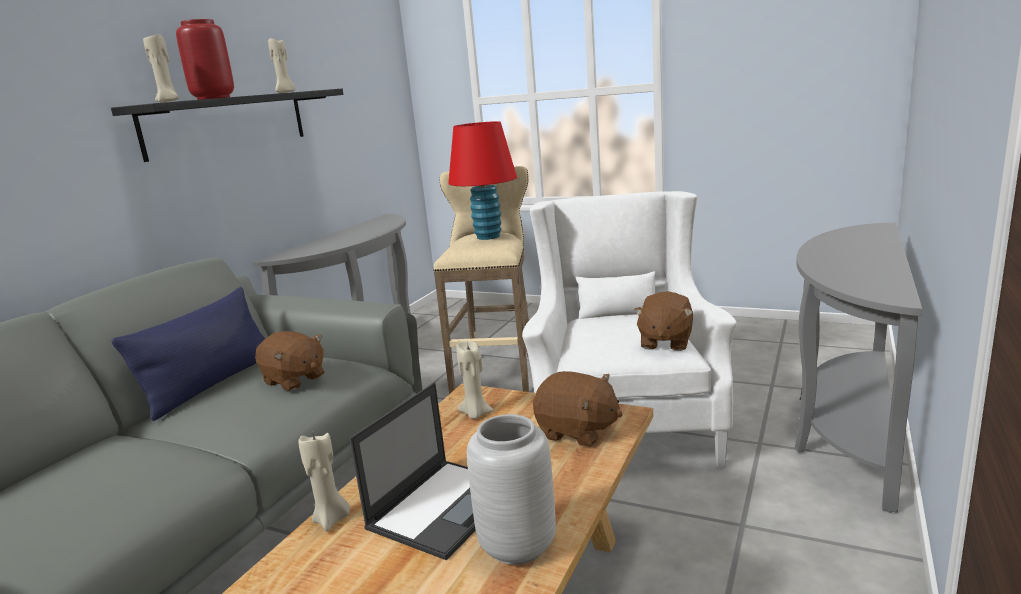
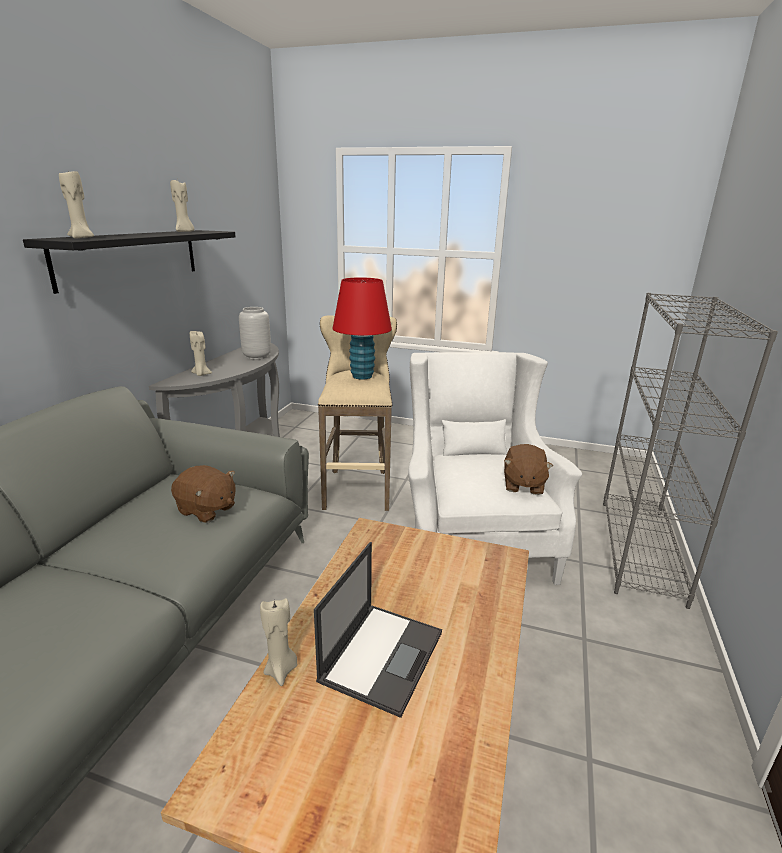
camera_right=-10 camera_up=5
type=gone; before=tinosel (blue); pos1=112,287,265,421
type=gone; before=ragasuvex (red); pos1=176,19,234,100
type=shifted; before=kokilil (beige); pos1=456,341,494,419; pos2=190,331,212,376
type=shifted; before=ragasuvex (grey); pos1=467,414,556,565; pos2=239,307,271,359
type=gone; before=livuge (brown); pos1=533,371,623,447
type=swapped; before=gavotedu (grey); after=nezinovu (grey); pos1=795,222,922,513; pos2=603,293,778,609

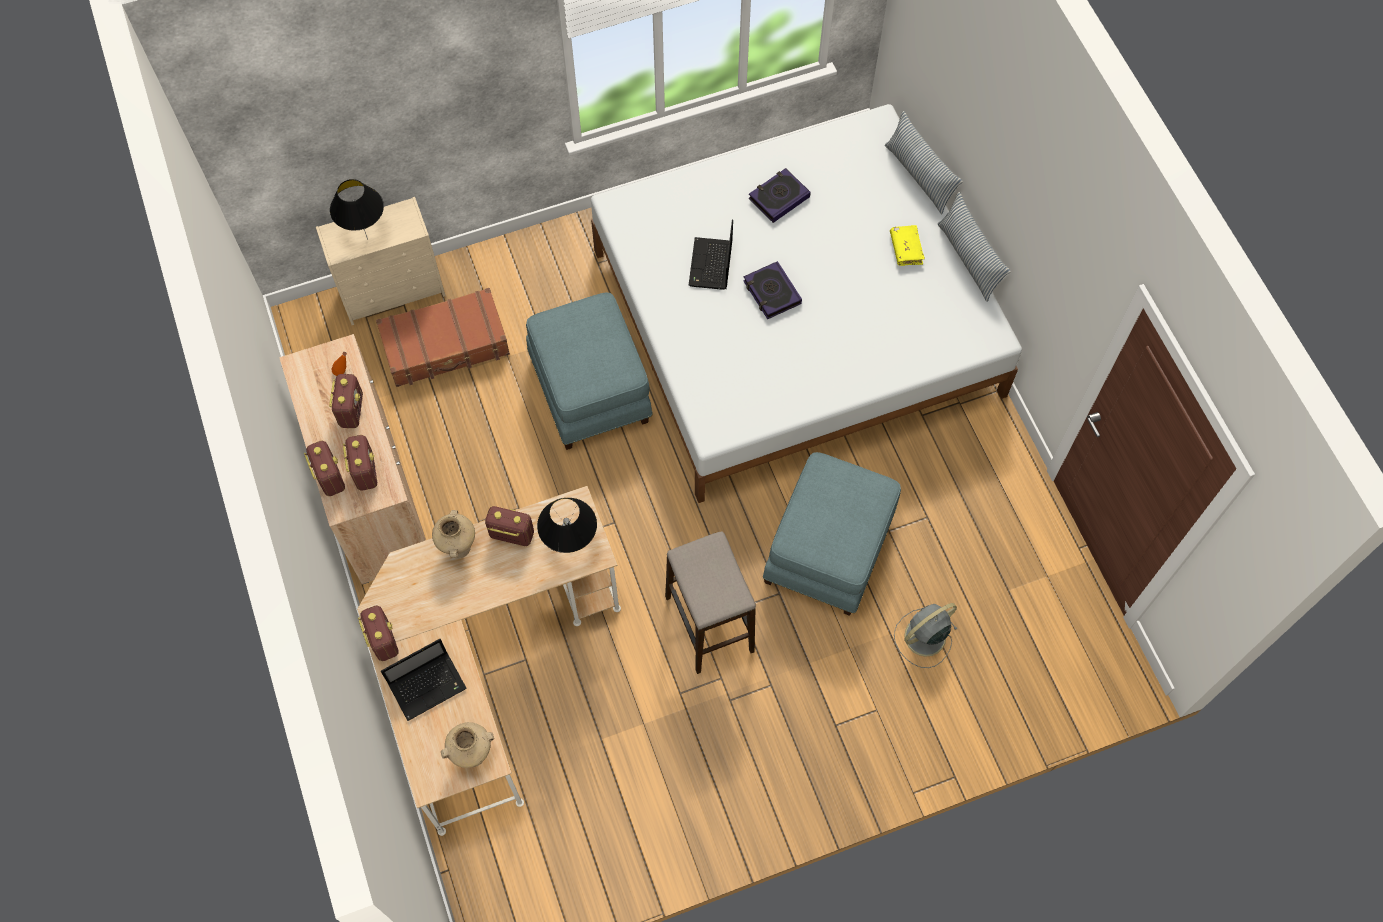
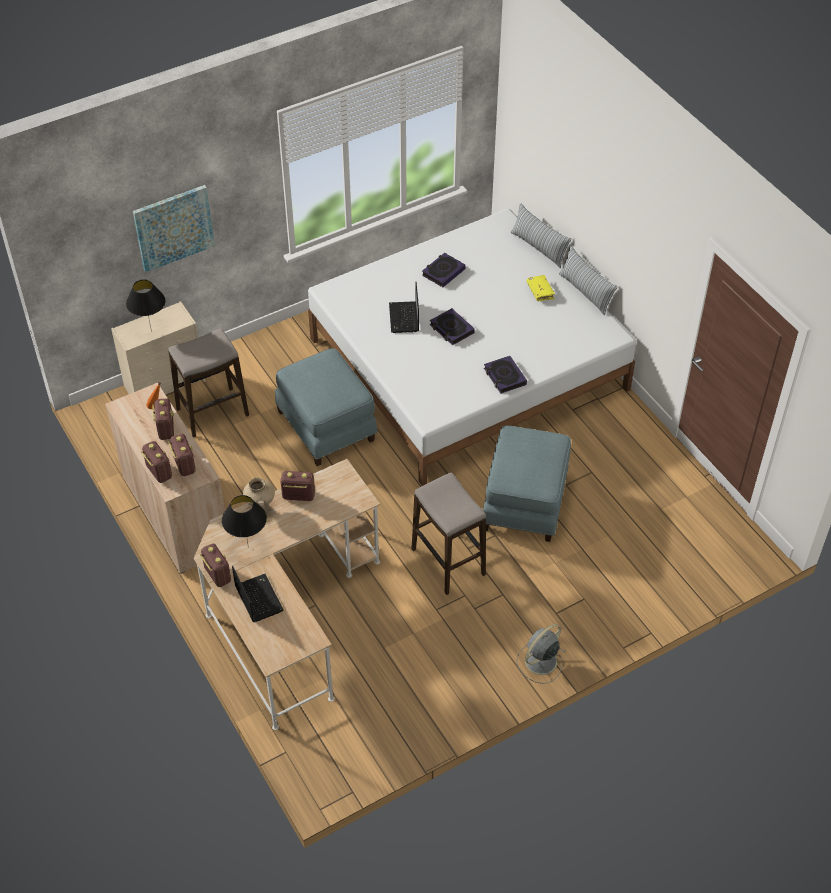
camera_right=-10 camera_up=-15
type=swapped; before=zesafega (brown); after=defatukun; pos1=376,288,510,387; pos2=168,328,249,437
type=rotated; before=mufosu; pos1=381,639,467,721; pos2=232,566,283,622; turn=-75
type=gone; before=ragasuvex (beige); pos1=441,722,494,768
type=shifted; before=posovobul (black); pos1=537,498,597,553; pos2=222,495,267,547
type=shifted; before=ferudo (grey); pos1=894,603,958,668; pos2=516,624,565,684
type=new; after=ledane; pos2=133,185,215,272
type=new; after=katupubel; pos2=484,356,527,394

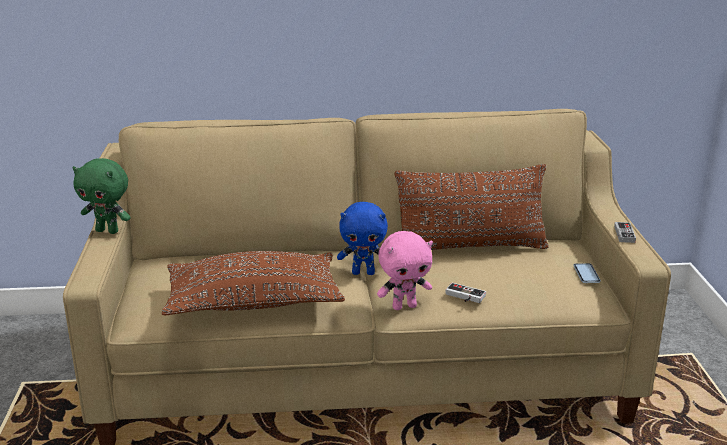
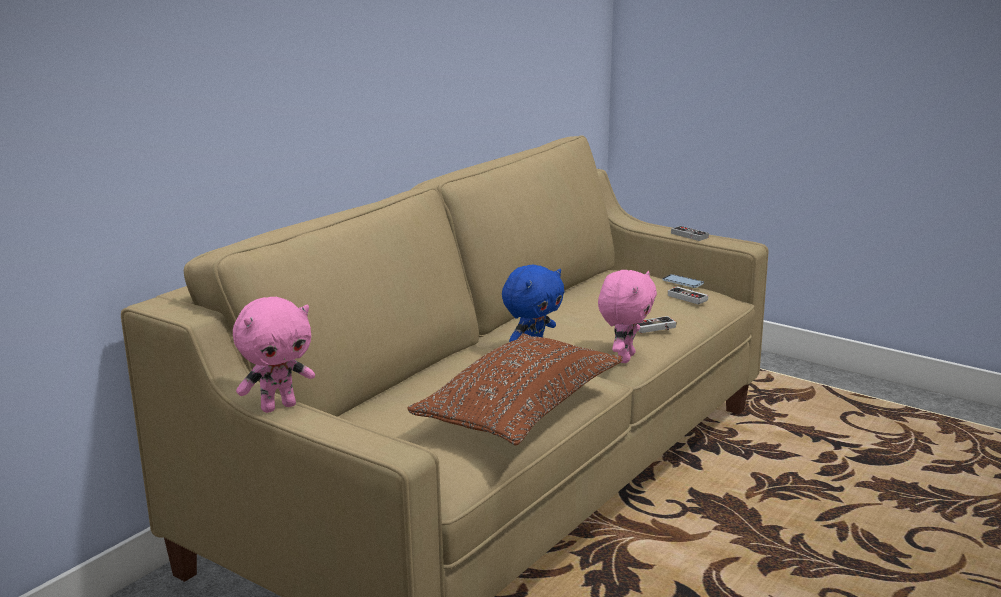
camera_right=-50 camera_up=-5
type=repainted; before=livuge (green); after=livuge (pink); pos1=72,158,131,234; pos2=233,297,315,413
type=gone; before=tinosel (brown); pos1=395,164,549,250
type=new; after=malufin; pos2=668,286,708,305

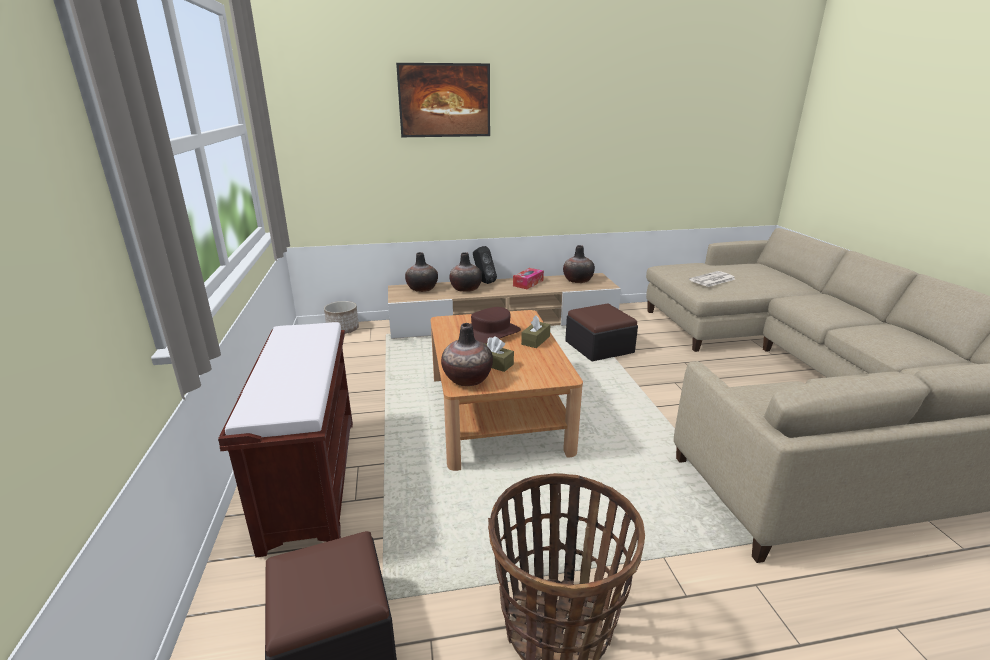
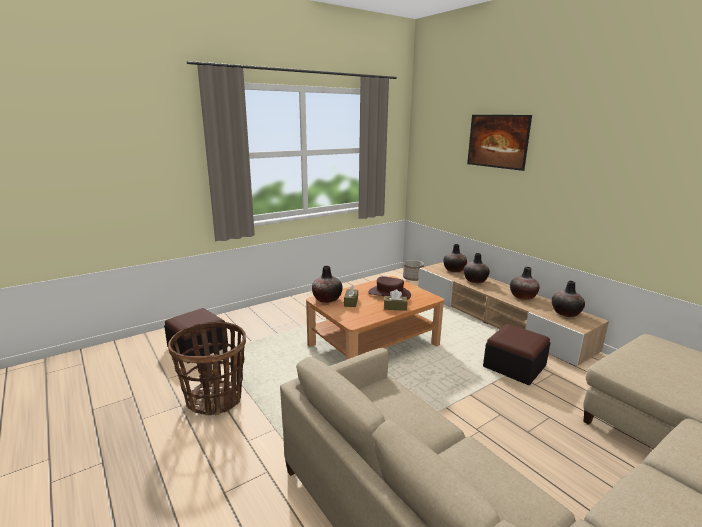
camera_right=65 camera_up=-5
type=gone; before=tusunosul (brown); pos1=218,322,353,558
type=gone; before=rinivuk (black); pos1=473,246,497,284
type=swapped; before=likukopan; after=ragasuvex; pos1=513,268,544,289; pos2=510,267,539,300
type=gone; before=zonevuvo; pos1=689,271,735,287

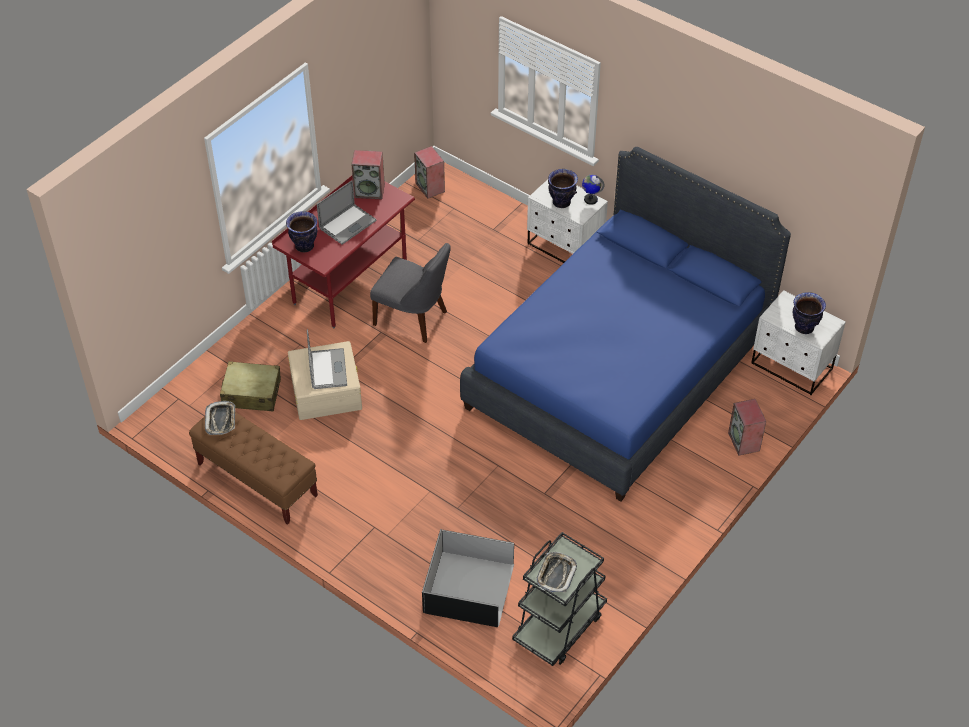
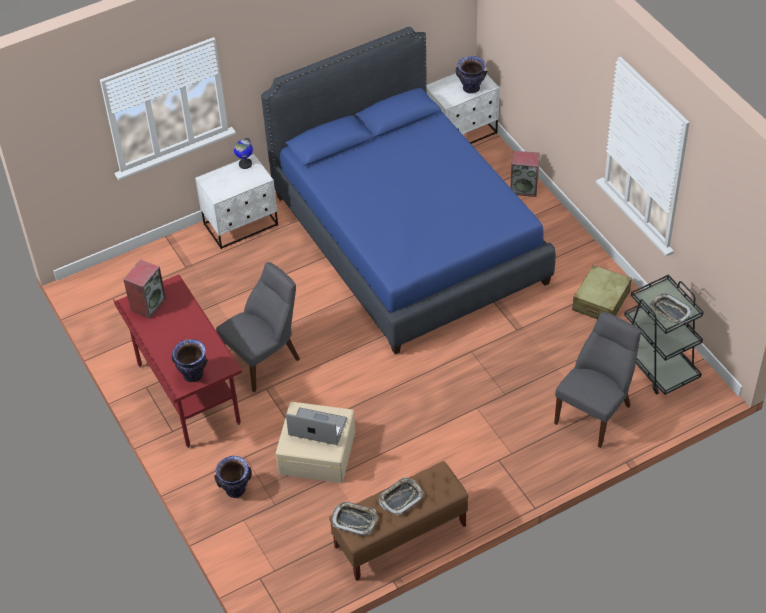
camera_right=-65 camera_up=0
type=shifted; before=zesafega (beige); pos1=220,361,281,412; pos2=572,265,632,319
type=gone; before=mufosu; pos1=317,181,377,245
type=gone; before=rinivuk; pos1=414,146,445,198
type=swapped; before=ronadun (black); after=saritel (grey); pos1=422,529,514,627; pos2=554,312,641,448
type=shifted; before=ragasuvex; pos1=548,169,578,208; pos2=214,456,252,498
type=new; after=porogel; pos2=379,477,424,515

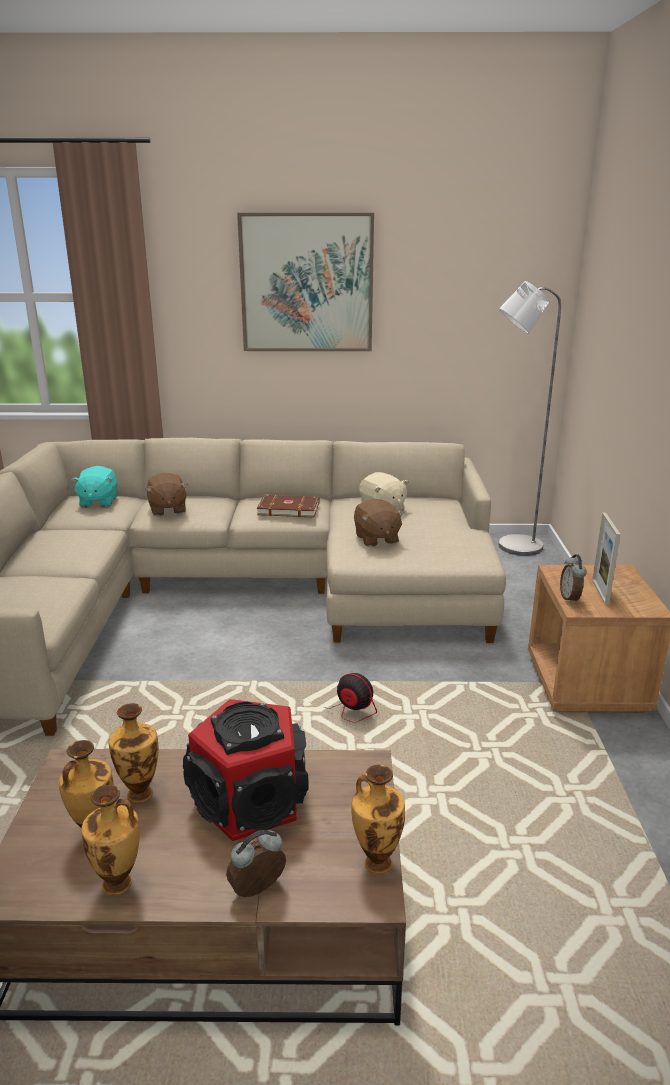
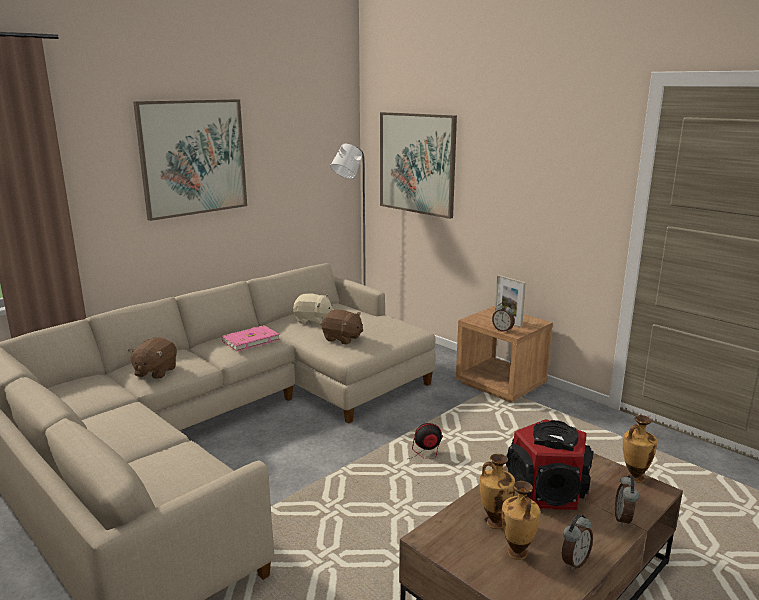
camera_right=-45 camera_up=-5
type=gone; before=livuge (turquoise); pos1=71,466,117,508
type=swapped; before=ragasuvex; after=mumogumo; pos1=81,785,140,895; pos2=562,514,593,570
type=rotated; before=livuge (brown); pos1=145,473,188,516; pos2=128,337,177,379; turn=75
type=repainted; before=katupubel (brown); after=katupubel (pink); pos1=257,495,319,518; pos2=221,325,280,351
type=new; after=ledane; pos2=380,112,457,219

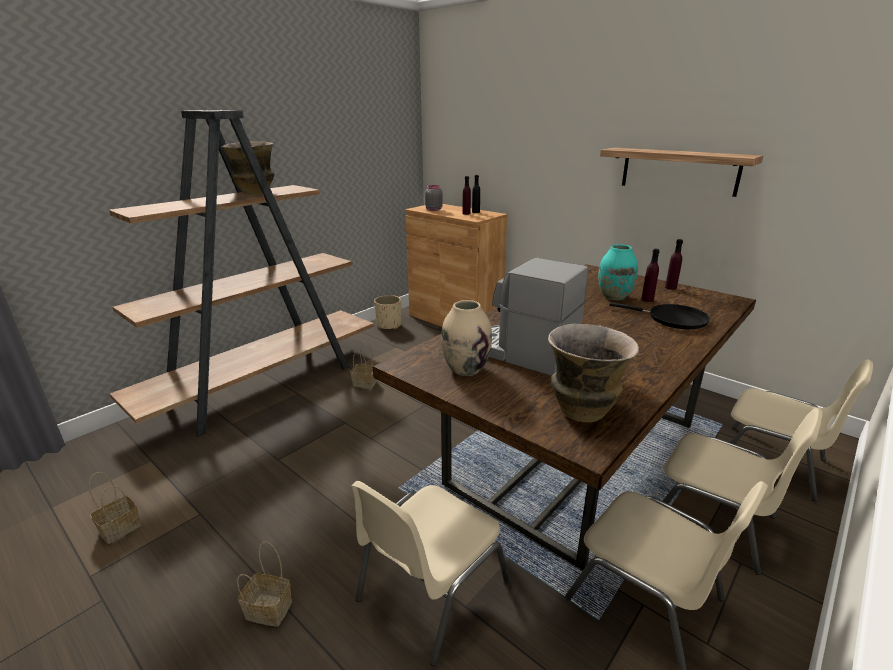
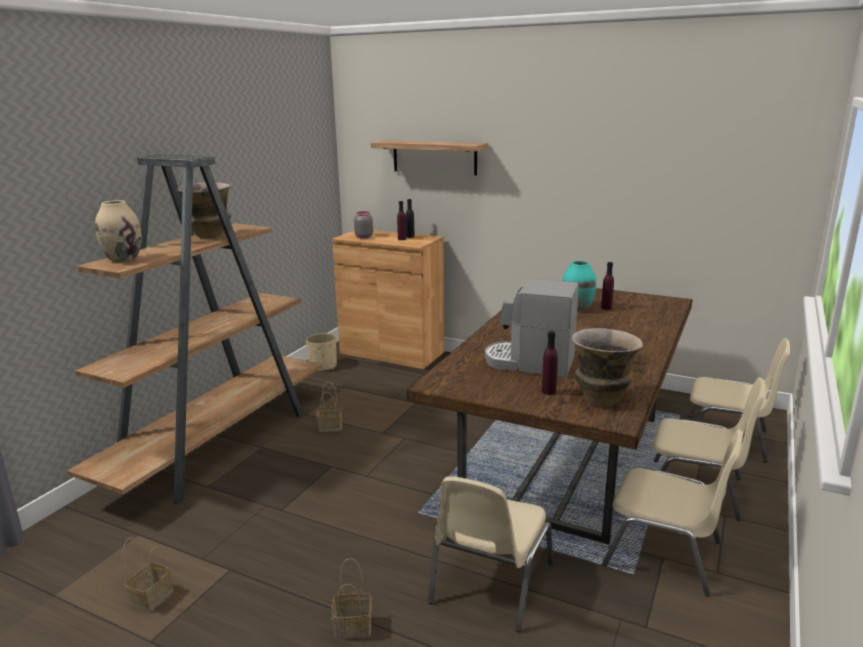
camera_right=-15 camera_up=-5
type=shifted; before=ragasuvex (beige); pos1=441,300,492,376; pos2=95,200,142,262
type=shifted; before=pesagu; pos1=600,148,763,197; pos2=371,140,488,175
type=gone; before=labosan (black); pos1=609,302,710,329
type=shifted; before=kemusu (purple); pos1=665,239,683,290; pos2=542,331,558,395

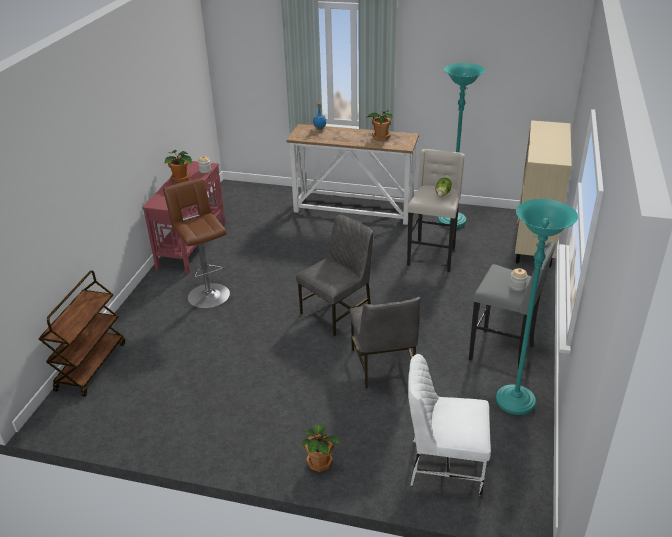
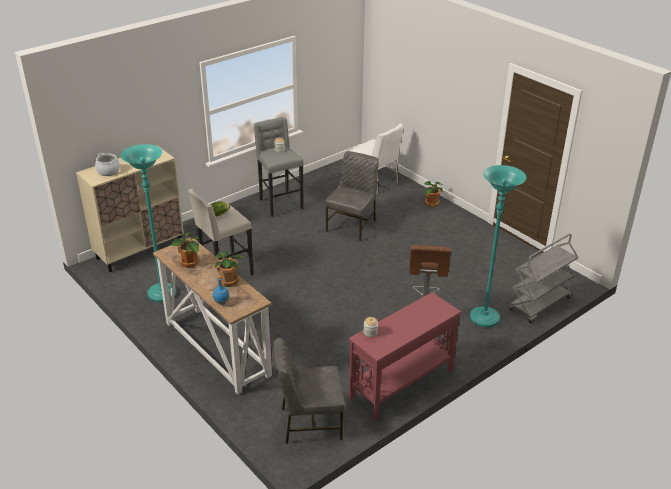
camera_right=-145 camera_up=0
type=repainted; before=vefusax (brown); after=vefusax (grey); pos1=39,270,125,397; pos2=509,233,578,323
type=shifted; before=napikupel; pos1=165,150,192,183; pos2=214,251,243,287
type=shifted; before=saritel (grey); pos1=296,215,373,336; pos2=274,338,345,444
type=shifted; before=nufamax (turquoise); pos1=496,199,578,415; pos2=470,165,526,327
type=new; after=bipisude; pos2=95,153,120,176

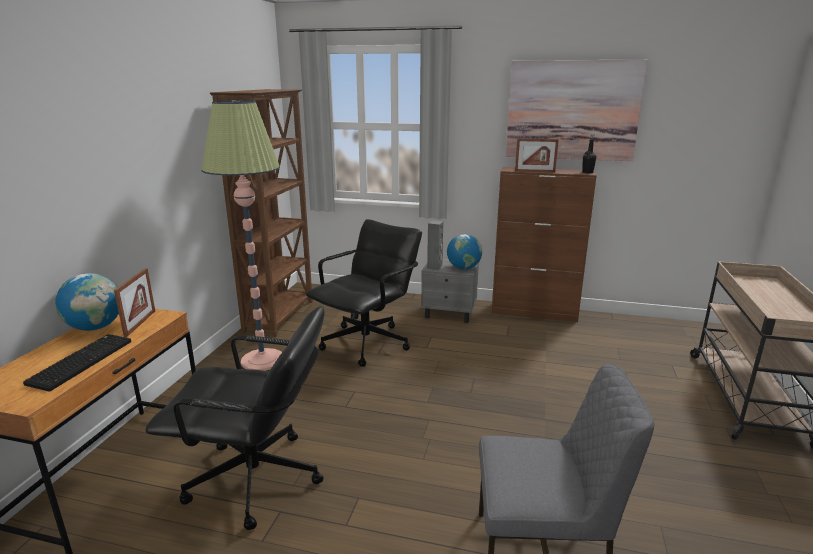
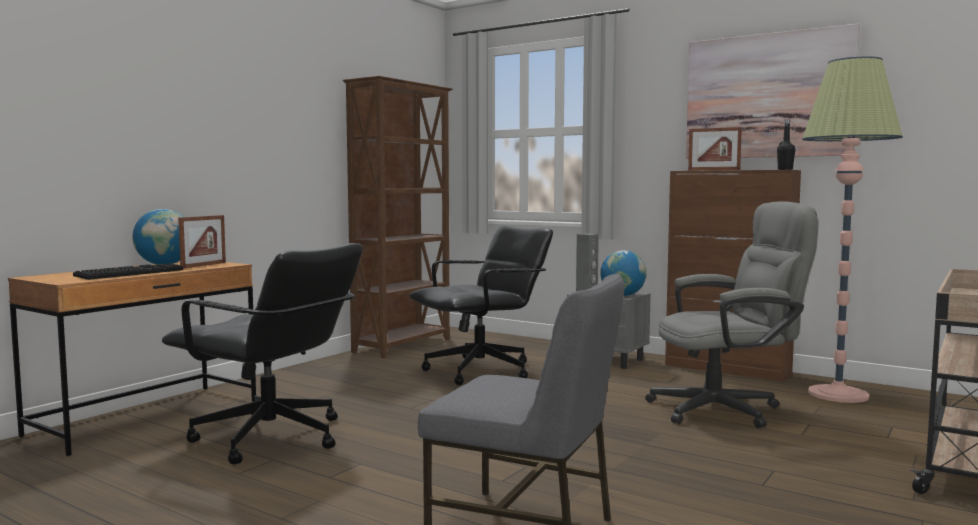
camera_right=20 camera_up=-15
type=shifted; before=nufamax; pos1=201,100,282,371; pos2=802,57,903,403
type=new; after=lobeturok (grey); pos2=645,201,819,428

